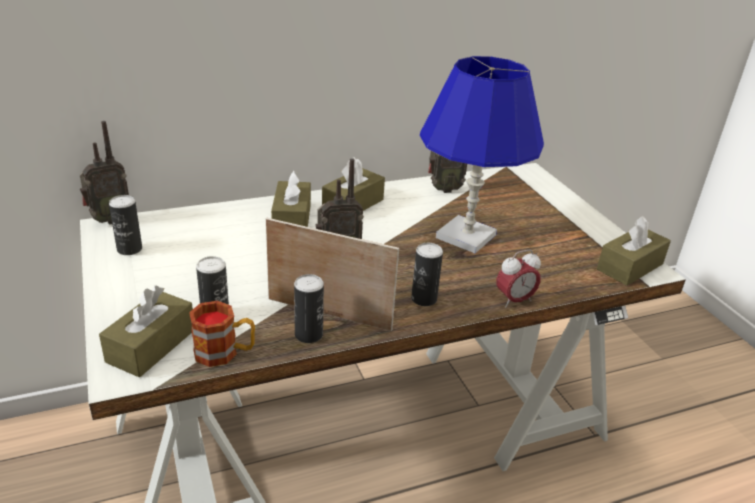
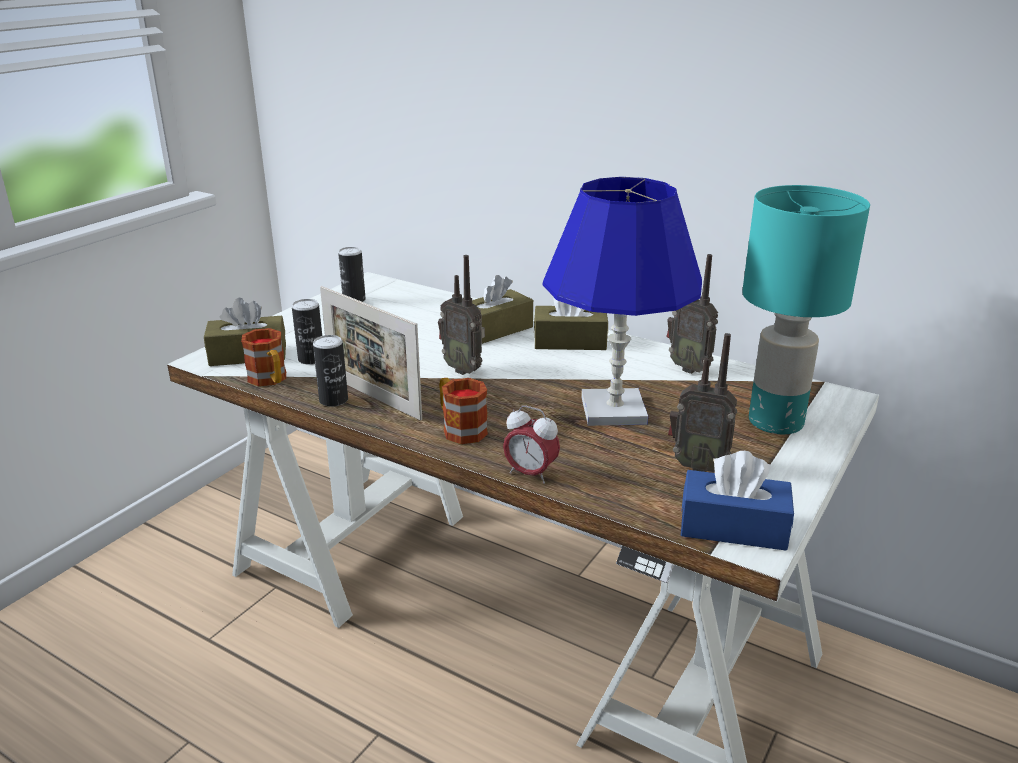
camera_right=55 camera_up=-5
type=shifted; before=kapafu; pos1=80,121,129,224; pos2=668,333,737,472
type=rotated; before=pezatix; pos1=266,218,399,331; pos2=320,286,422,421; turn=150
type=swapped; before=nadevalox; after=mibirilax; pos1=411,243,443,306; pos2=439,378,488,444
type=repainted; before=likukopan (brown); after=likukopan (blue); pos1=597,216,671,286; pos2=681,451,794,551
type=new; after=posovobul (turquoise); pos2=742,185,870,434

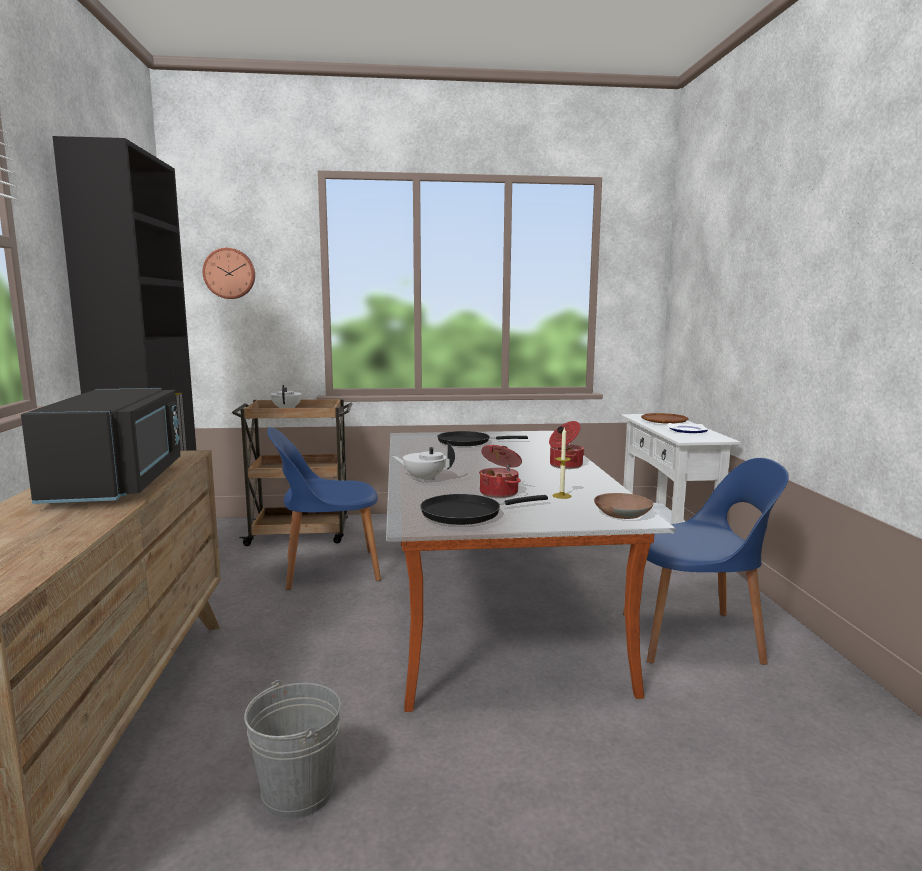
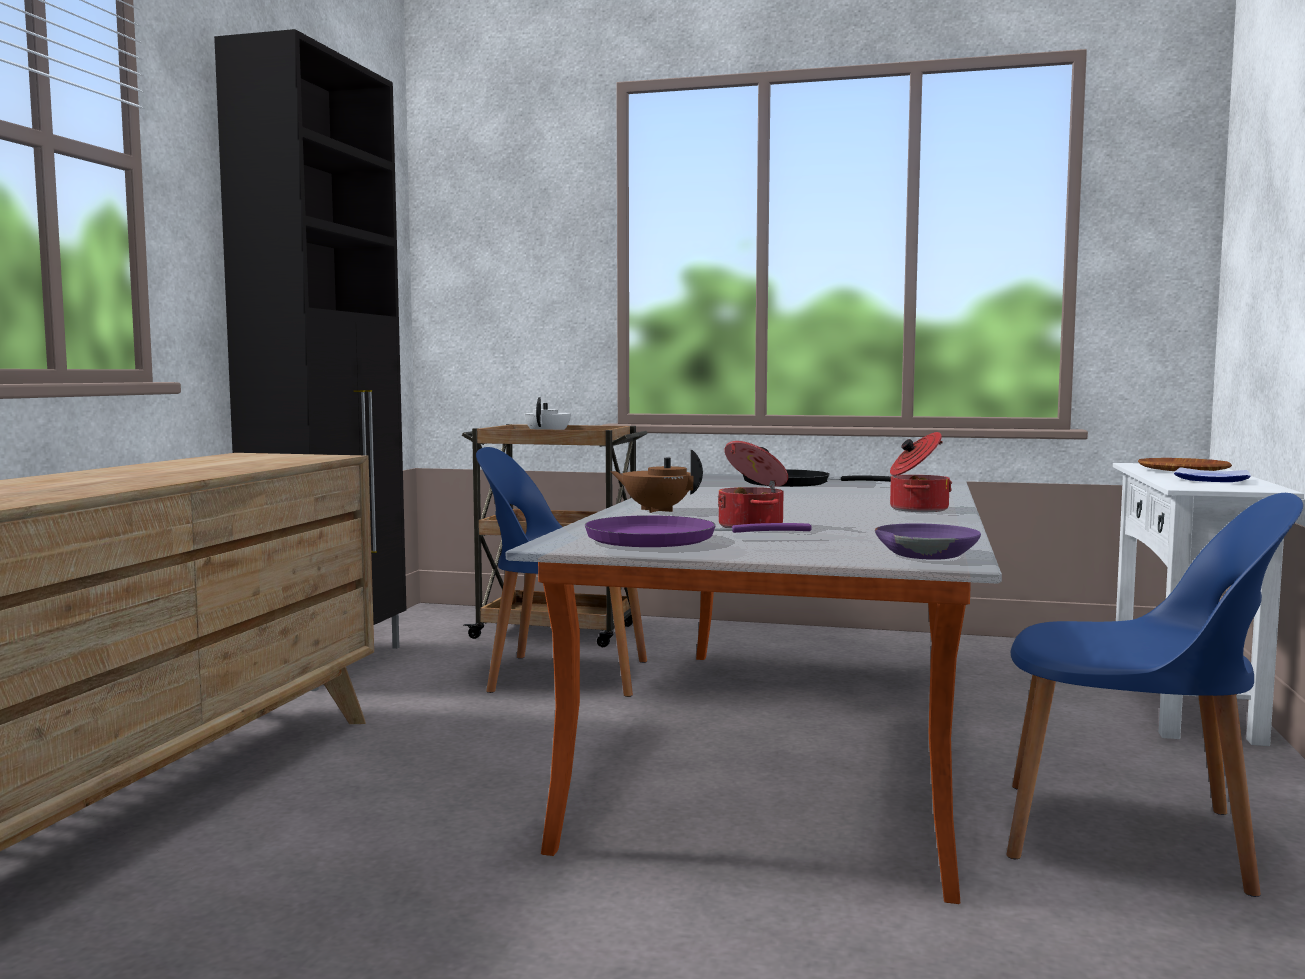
camera_right=20 camera_up=-5
type=gone; before=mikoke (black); pos1=21,388,180,504
type=gone; before=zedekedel; pos1=203,248,255,299
type=gone; before=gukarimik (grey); pos1=244,680,341,820
type=repainted; before=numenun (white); after=numenun (brown); pos1=392,443,455,482; pos2=610,450,703,513
type=repainted; before=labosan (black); after=labosan (purple); pos1=420,494,548,525; pos2=585,515,812,547
type=gone; before=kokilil; pos1=552,428,571,499
type=repainted; before=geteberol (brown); after=geteberol (purple); pos1=594,493,653,519; pos2=875,523,981,560

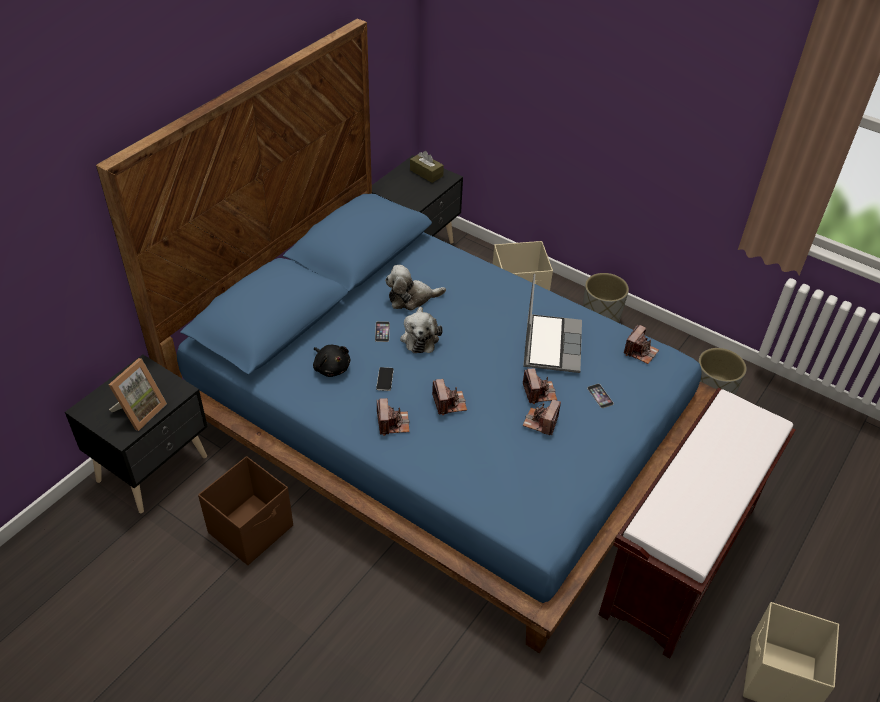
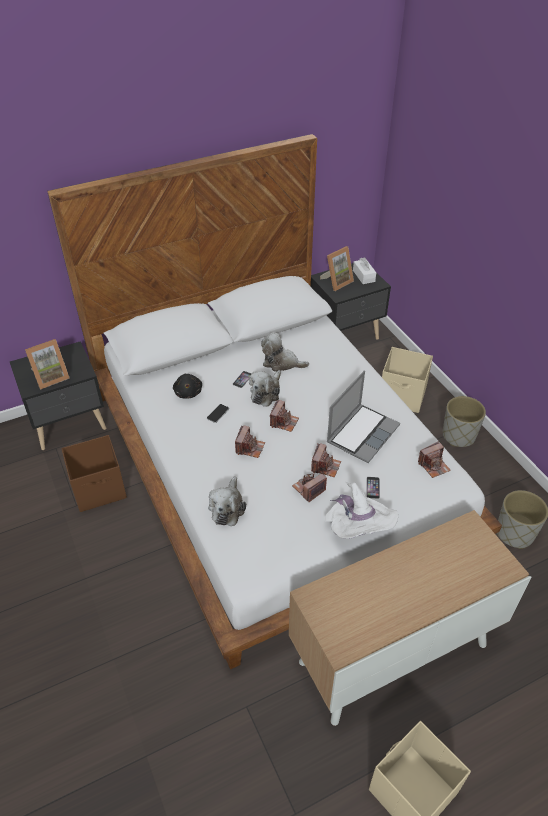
camera_right=30 camera_up=0
type=repainted; before=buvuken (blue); after=buvuken (white); pos1=96,19,717,653; pos2=47,134,502,669
type=shifted; before=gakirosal; pos1=377,398,410,436; pos2=270,400,299,432
type=repainted; before=likukopan (brown); after=likukopan (white); pos1=410,151,444,183; pos2=353,257,376,284
type=swapped; before=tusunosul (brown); after=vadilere; pos1=598,387,796,659; pos2=289,510,531,726
type=new; after=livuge; pos2=208,476,246,526
type=new; after=pezatix; pos2=320,246,354,291
type=new; after=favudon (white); pos2=325,482,398,539

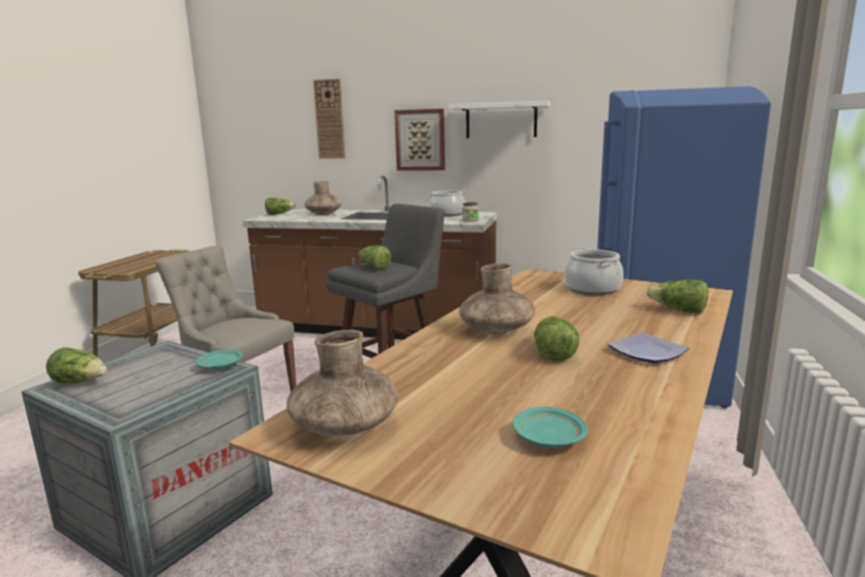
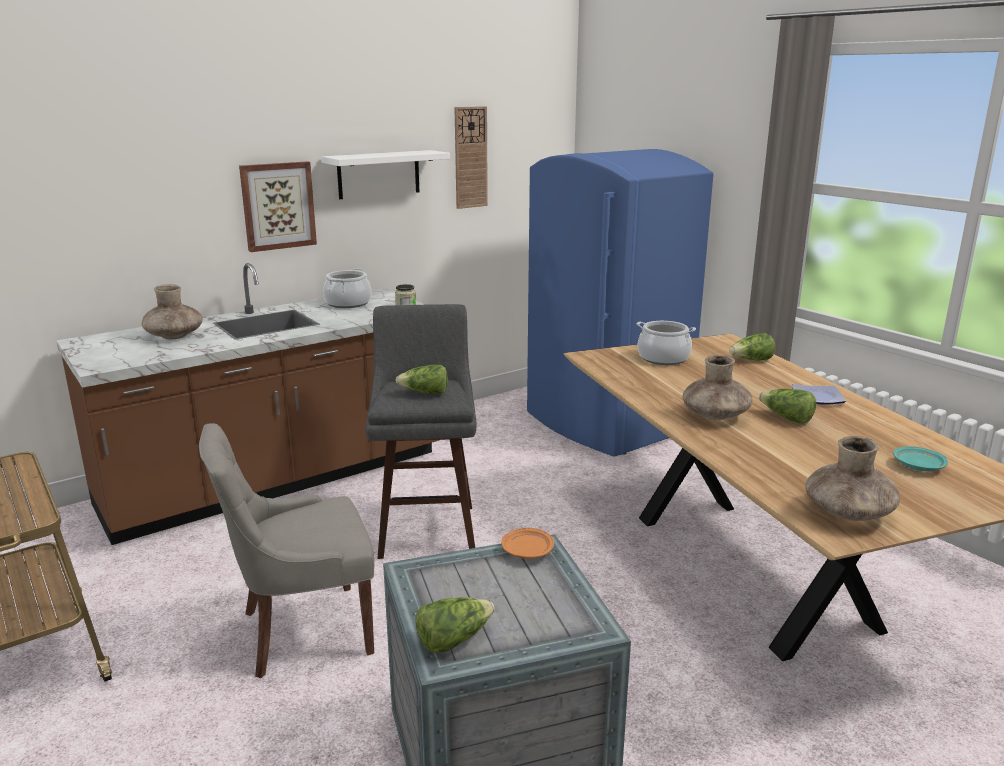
camera_right=-50 camera_up=5
type=repainted; before=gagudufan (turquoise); after=gagudufan (orange); pos1=196,349,243,369; pos2=501,528,554,559
type=gone; before=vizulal; pos1=265,198,296,215
type=shifted; before=zedekedel; pos1=313,79,346,159; pos2=455,106,488,209

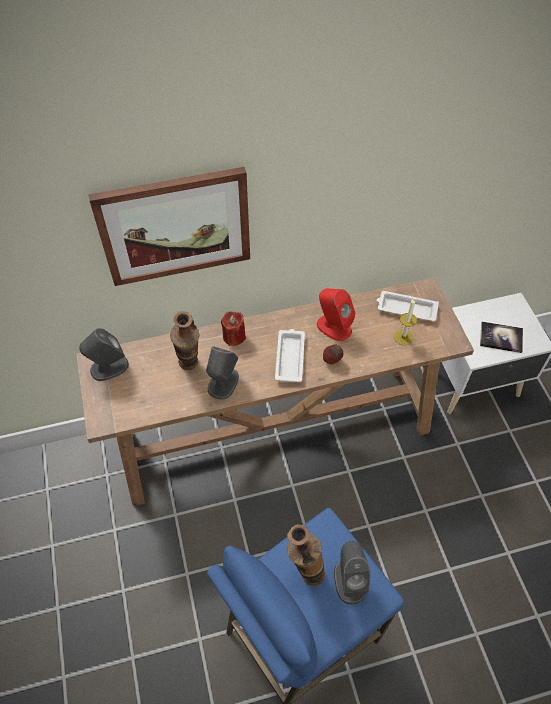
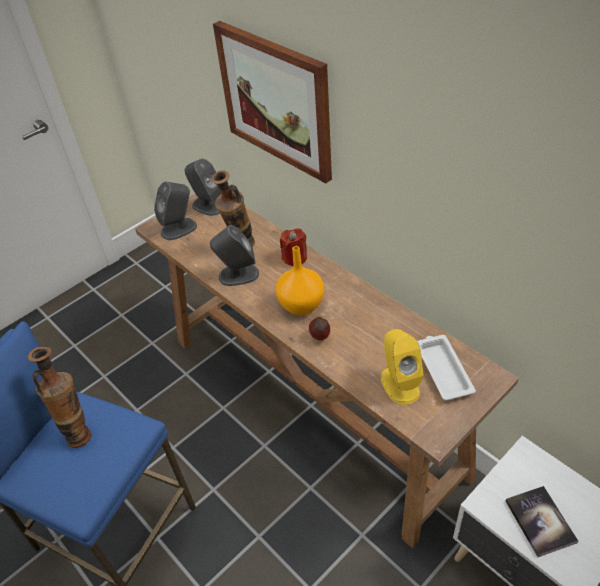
camera_right=65 camera_up=-10
type=swapped; before=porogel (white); after=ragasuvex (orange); pos1=275,329,305,382; pos2=276,246,324,315
type=gone; before=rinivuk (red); pos1=317,288,355,341
type=shifted; before=rinivuk (grey); pos1=334,541,370,605; pos2=154,182,197,240
type=swapped; before=kokilil; after=rinivuk (yellow); pos1=394,299,417,345; pos2=381,329,424,405

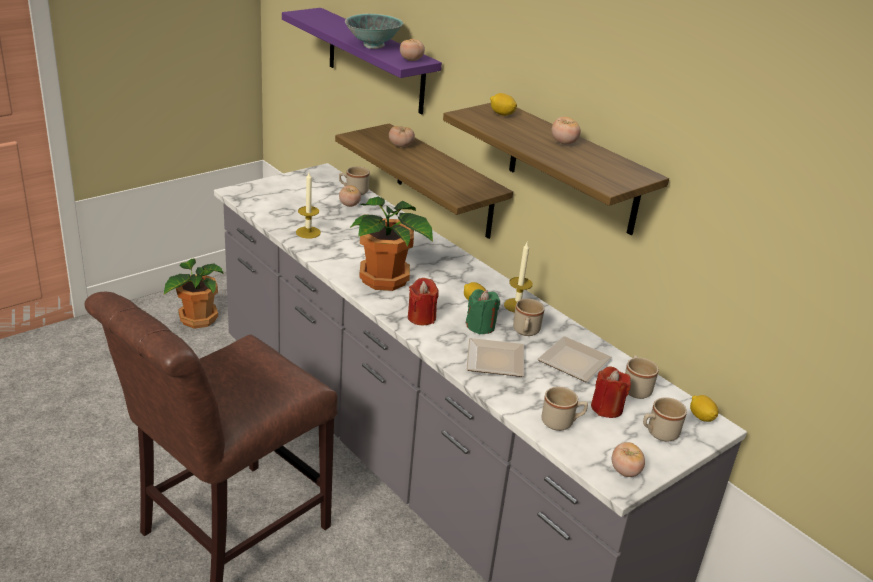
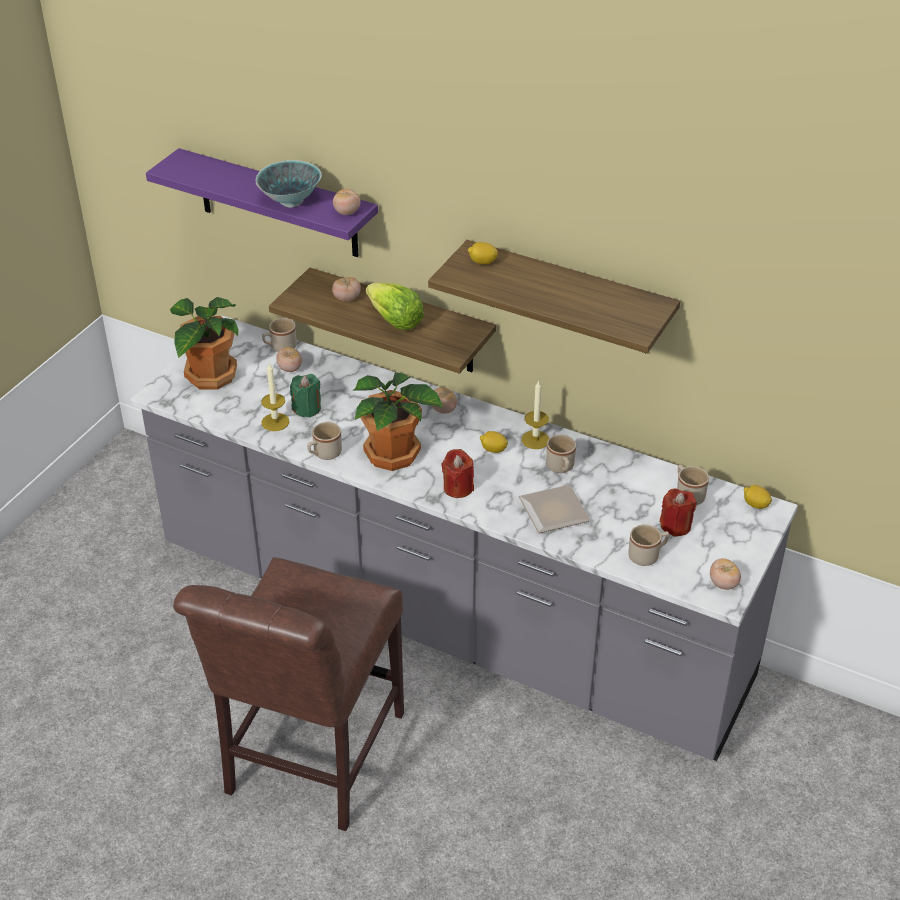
camera_right=-20 camera_up=10
type=shifted; before=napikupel; pos1=164,259,223,329; pos2=170,297,239,390
type=shifted; before=kokilil (green); pos1=466,289,500,334; pos2=290,374,321,418
type=gone; before=gagudufan; pos1=537,336,612,382
type=shifted; before=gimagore; pos1=552,117,581,144; pos2=432,387,457,414
type=shifted; before=mibirilax (beige); pos1=643,397,687,442; pos2=307,422,342,460
type=new; after=vizulal; pos2=366,283,424,330

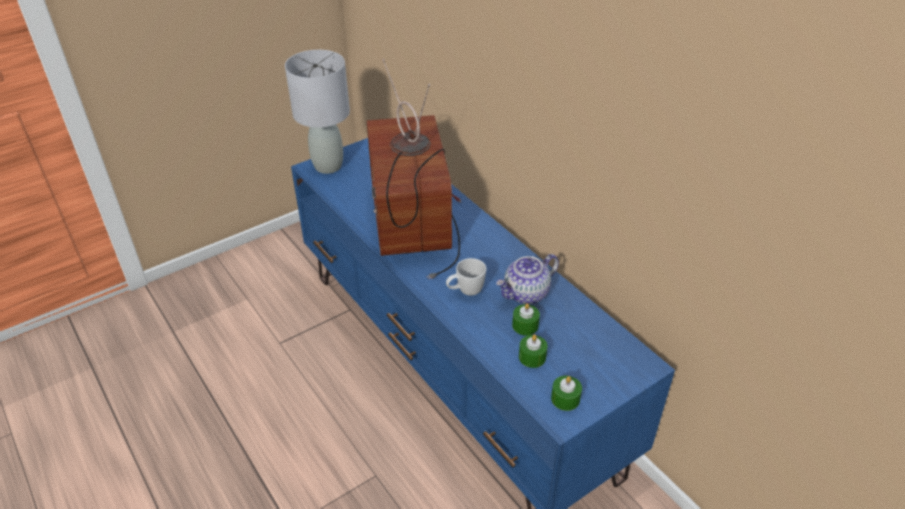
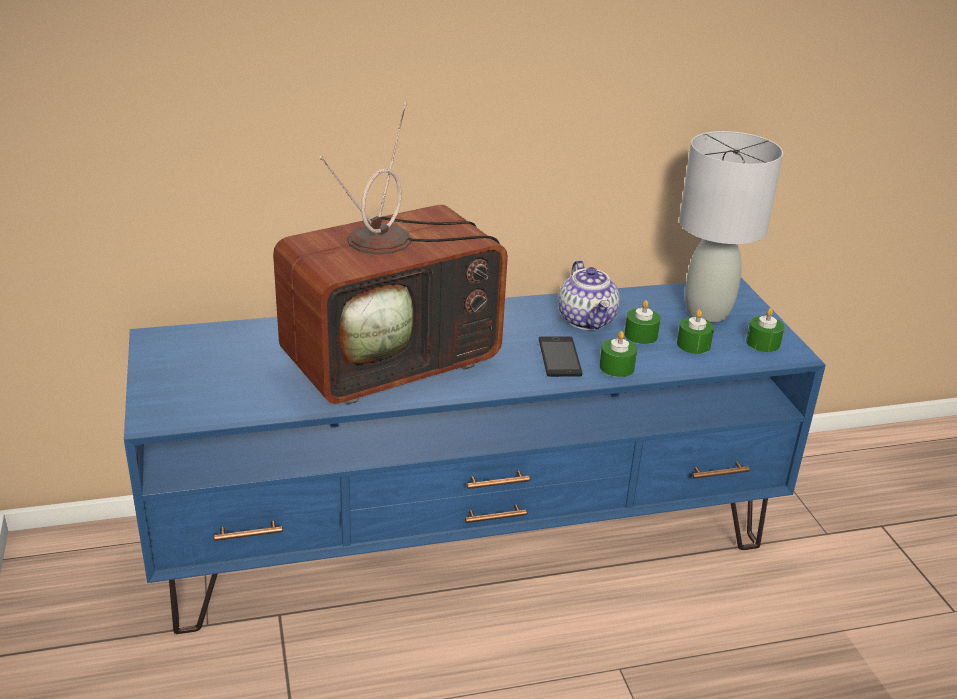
camera_right=-70 camera_up=-10
type=shifted; before=posovobul (grey); pos1=285,50,350,174; pos2=679,131,783,322
type=rotated; before=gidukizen; pos1=367,59,461,279; pos2=273,102,508,405; turn=-45
type=swapped; before=mibirilax (white); after=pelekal; pos1=446,258,486,296; pos2=539,336,582,377
type=new; after=kokilil (green); pos2=599,331,637,377

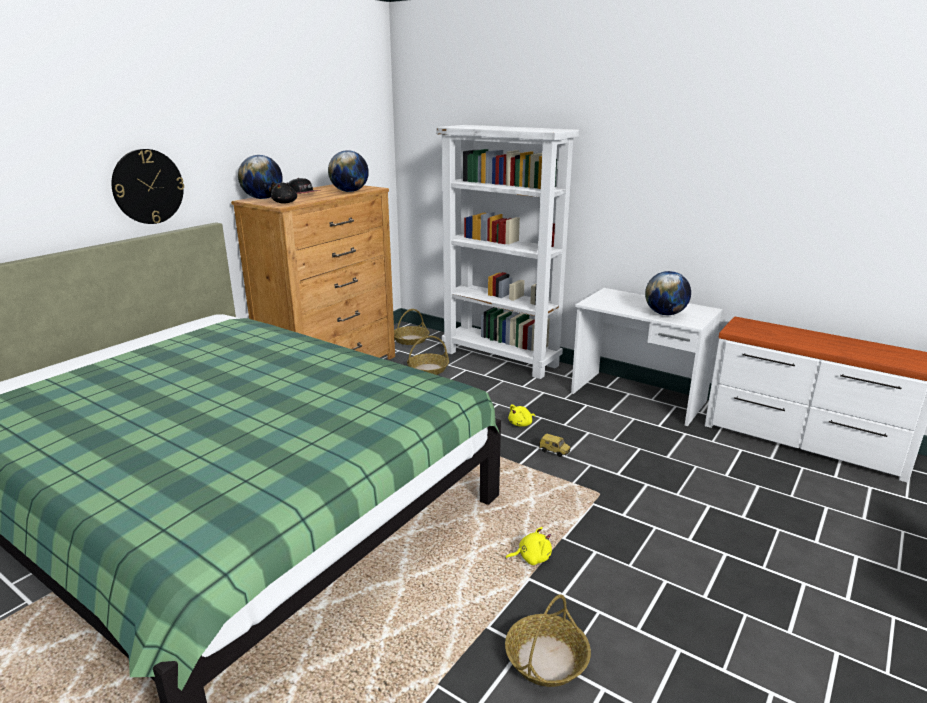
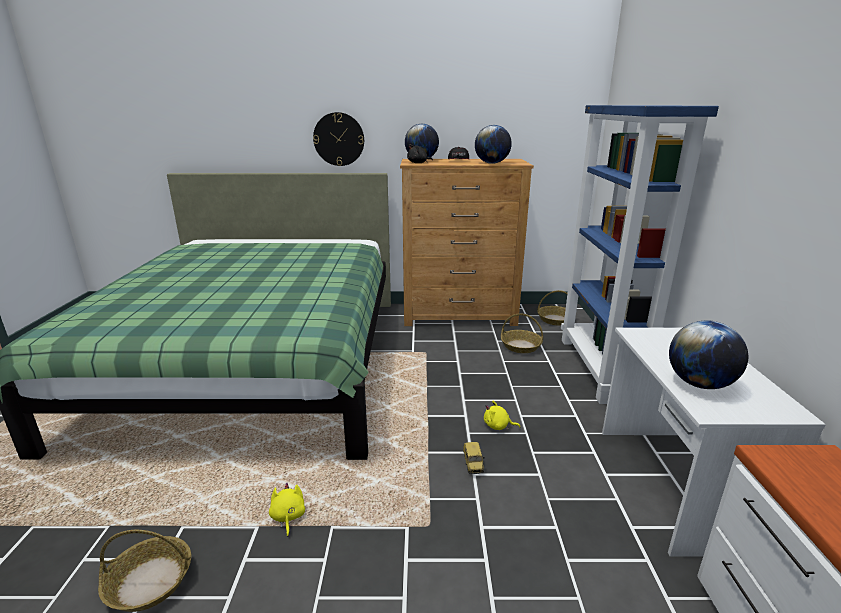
camera_right=55 camera_up=0
type=repainted; before=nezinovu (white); after=nezinovu (blue); pos1=436,125,579,379; pos2=561,105,719,404
type=rotated; before=livuge (yellow); pos1=505,527,552,565; pos2=269,482,305,537; turn=-150

